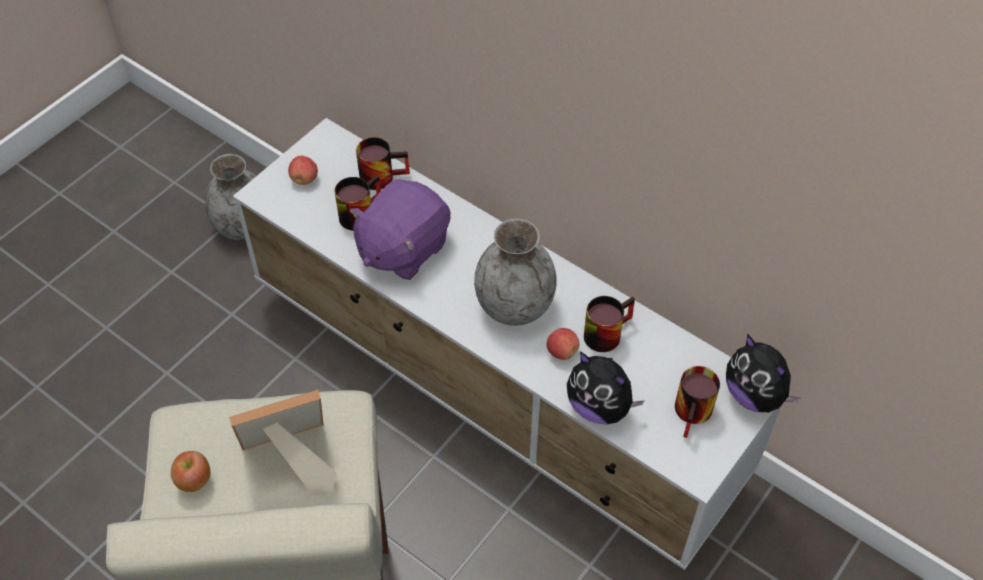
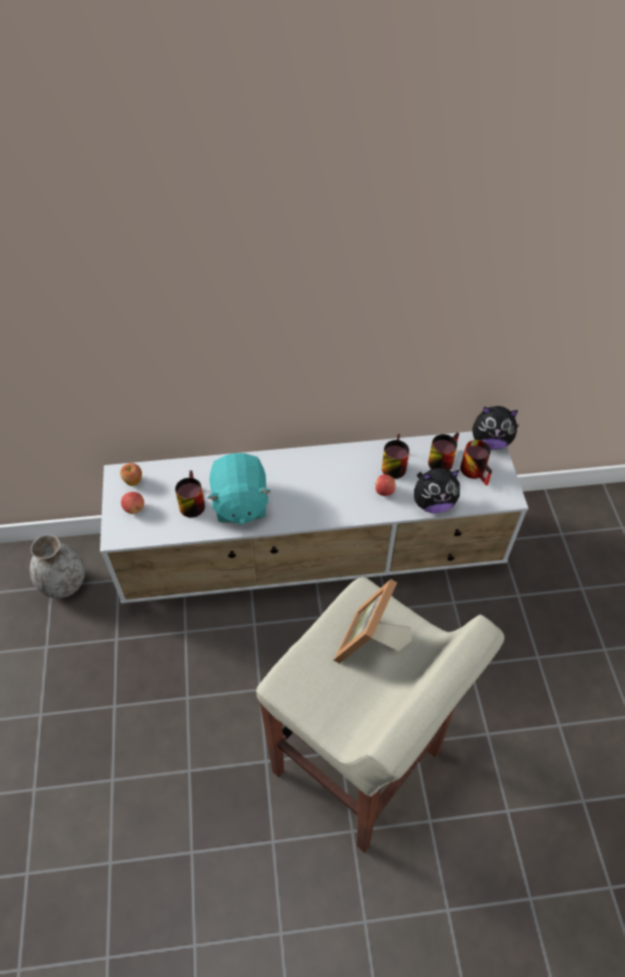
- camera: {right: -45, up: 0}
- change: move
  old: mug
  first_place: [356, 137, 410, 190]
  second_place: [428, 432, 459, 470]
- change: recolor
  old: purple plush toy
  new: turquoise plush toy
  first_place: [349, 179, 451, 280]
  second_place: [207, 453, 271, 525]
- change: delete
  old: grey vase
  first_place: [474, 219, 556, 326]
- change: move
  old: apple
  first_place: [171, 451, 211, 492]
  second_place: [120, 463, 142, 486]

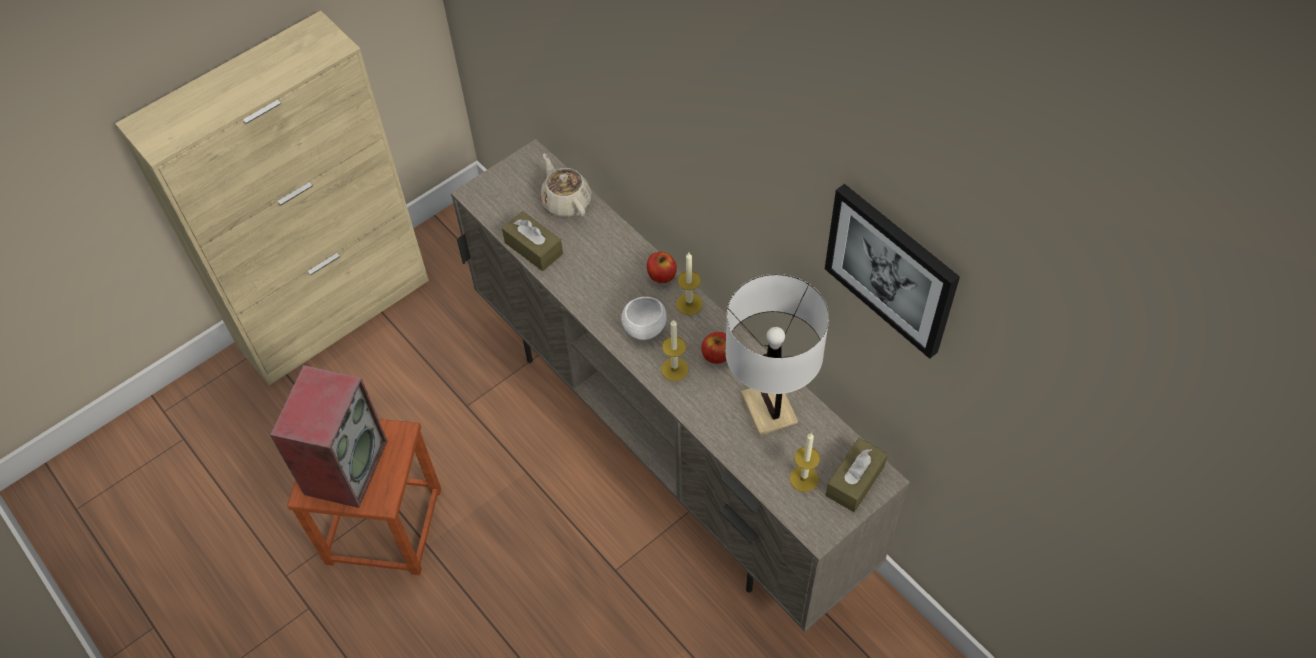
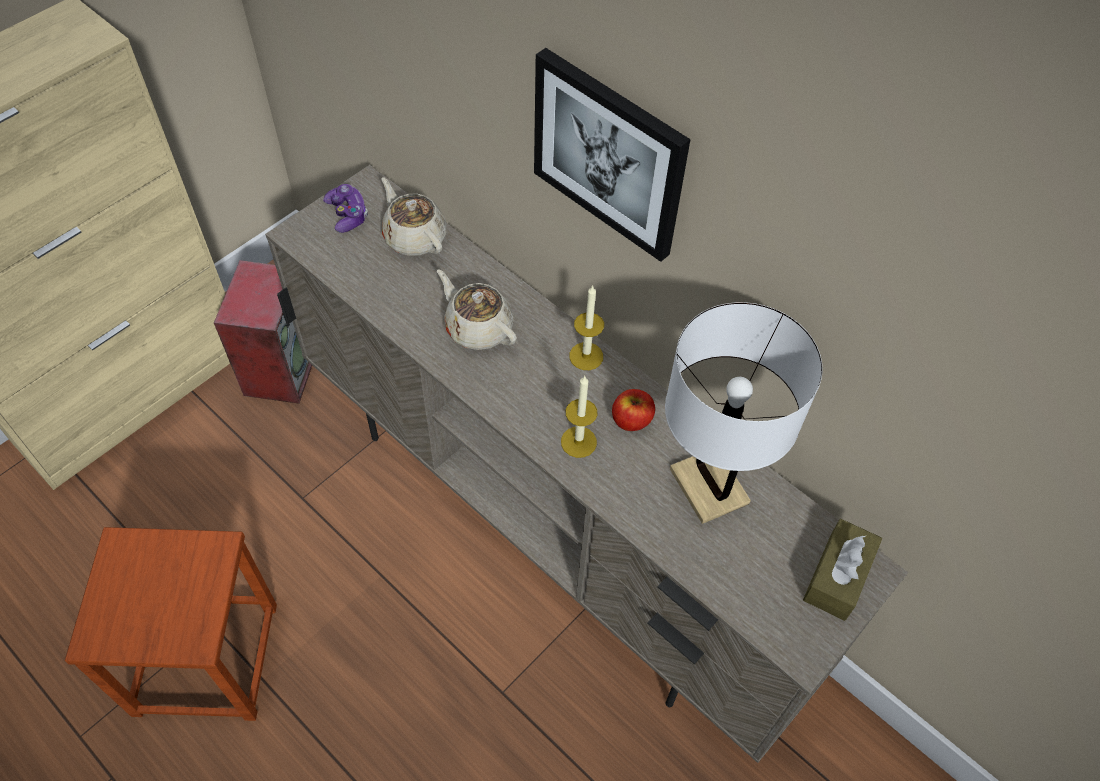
- camera: {right: -10, up: 0}
- change: move
  old: picture
  first_place: [825, 184, 960, 359]
  second_place: [534, 48, 691, 262]
- change: delete
  old: brown tissue box
  first_place: [502, 211, 563, 271]
- change: delete
  old: apple
  first_place: [647, 252, 677, 283]
- change: delete
  old: white bowl
  first_place: [621, 297, 667, 340]
- change: move
  old: speaker
  first_place: [270, 365, 387, 508]
  second_place: [214, 260, 312, 404]
- change: delete
  old: candle
  first_place: [789, 433, 820, 492]
- change: insert
  new: game controller
  second_place: [323, 184, 368, 233]
- change: insert
  new: beige teapot
  second_place: [437, 270, 517, 350]

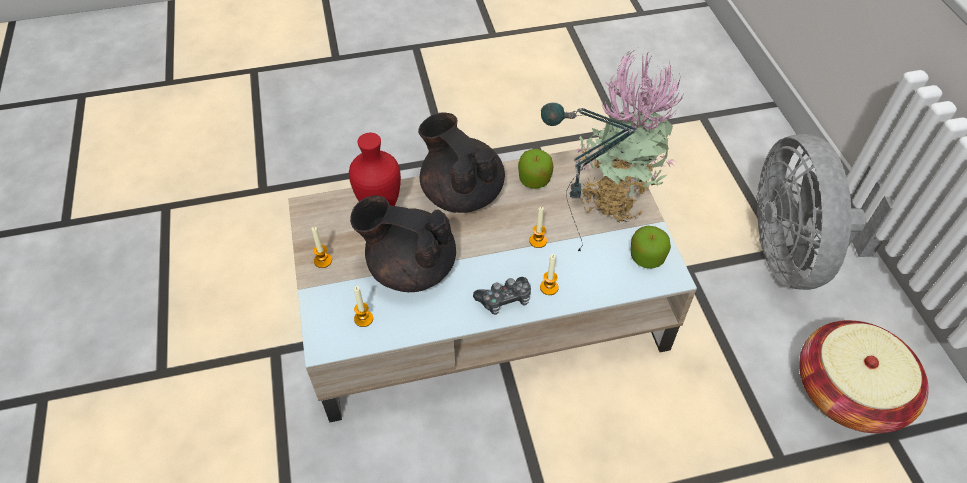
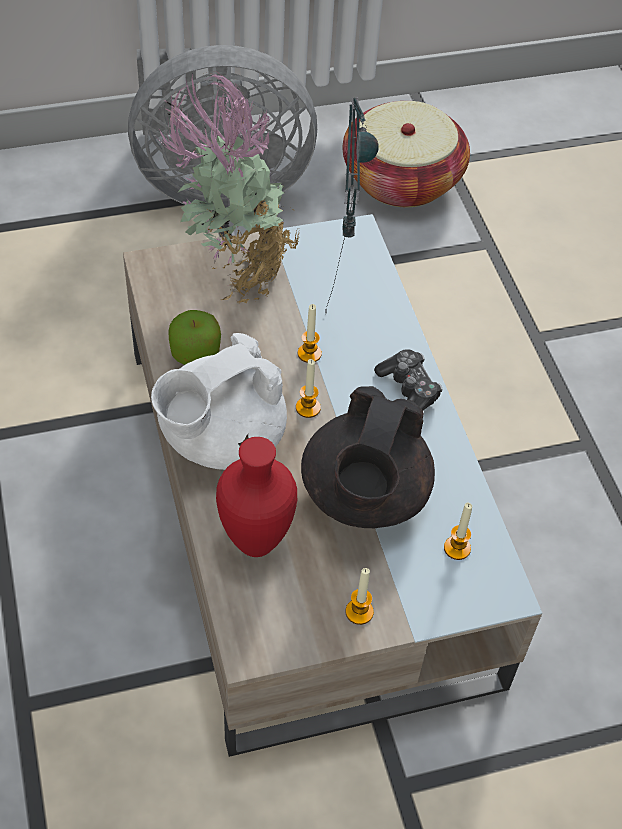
- camera: {right: -95, up: 0}
- change: recolor
  old: black teapot
  new: white teapot
  first_place: [418, 112, 505, 213]
  second_place: [151, 333, 287, 470]
- change: delete
  old: apple
  first_place: [631, 226, 671, 268]
- change: move
  old: candle
  first_place: [540, 254, 559, 295]
  second_place: [296, 359, 321, 418]

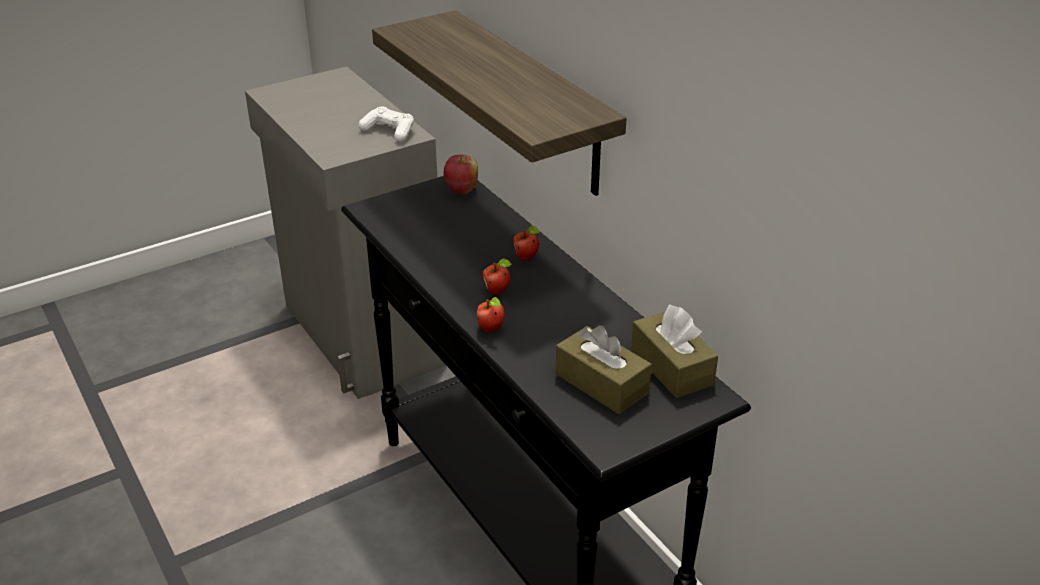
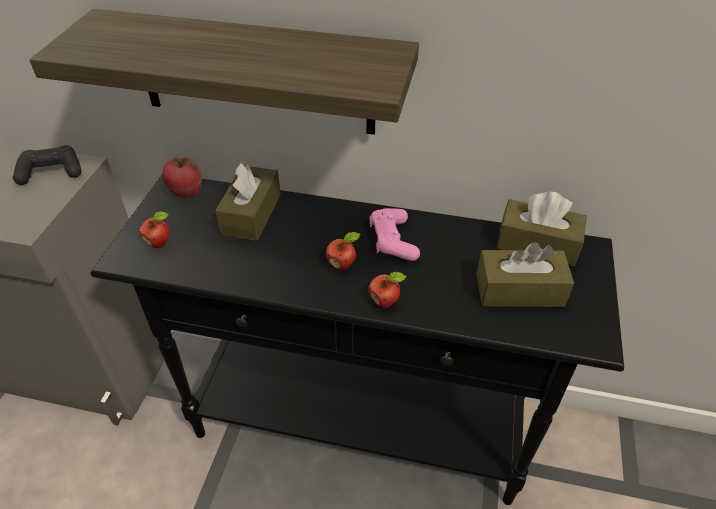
- camera: {right: -45, up: 10}
- change: recolor
  old: white game controller
  new: black game controller
  first_place: [358, 107, 414, 142]
  second_place: [13, 145, 82, 185]
- change: move
  old: apple
  first_place: [513, 226, 540, 261]
  second_place: [139, 211, 170, 248]
- change: insert
  new: brown tissue box
  second_place: [215, 161, 281, 241]
- change: insert
  new: pink game controller
  second_place: [369, 208, 420, 261]

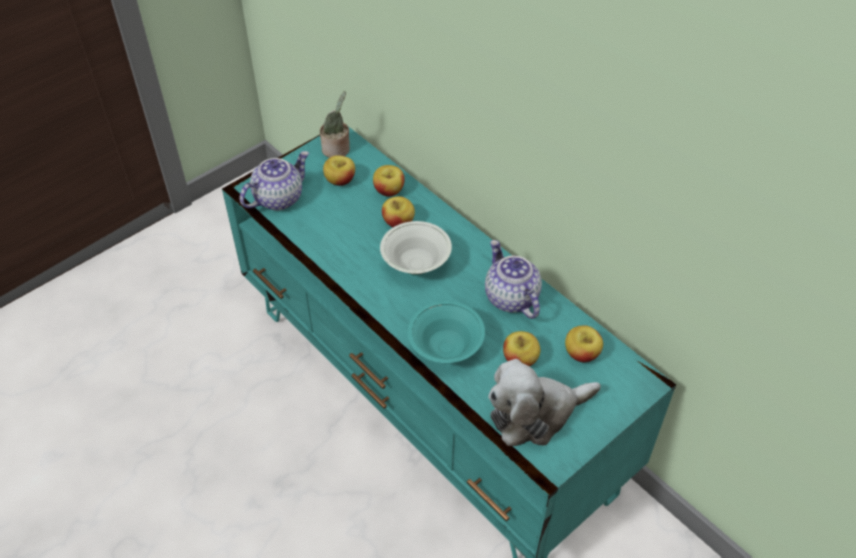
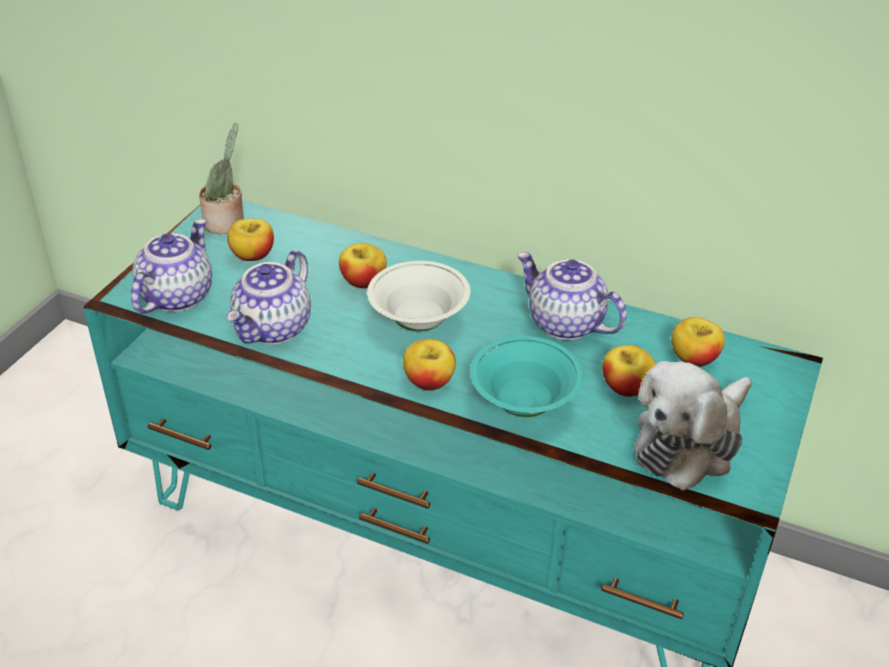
- camera: {right: -25, up: -10}
- change: move
  old: apple
  first_place: [373, 165, 405, 197]
  second_place: [403, 339, 456, 391]
- change: insert
  new: teapot
  second_place: [227, 250, 311, 344]

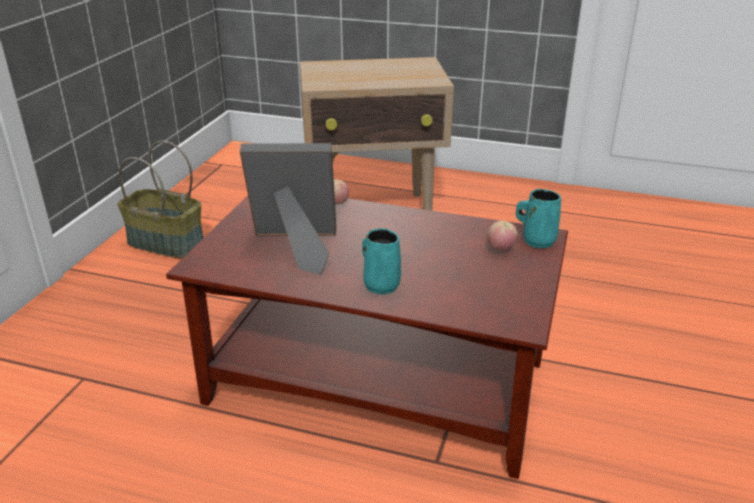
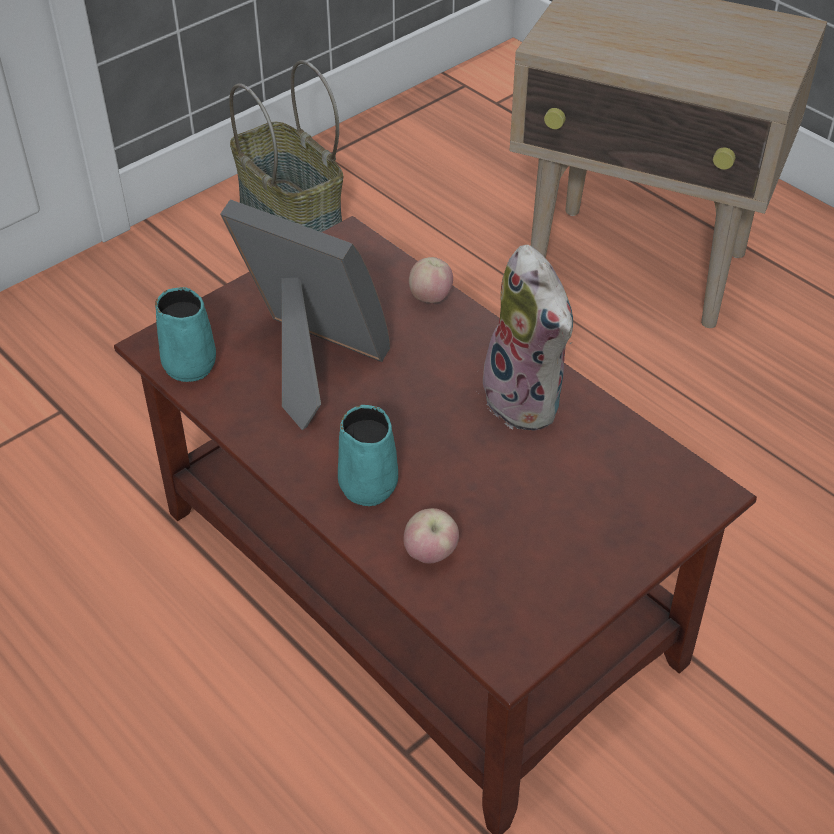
- camera: {right: 30, up: 15}
- change: move
  old: turquoise mug
  first_place: [516, 189, 561, 248]
  second_place: [155, 287, 216, 382]
- change: move
  old: apple
  first_place: [487, 221, 518, 251]
  second_place: [403, 508, 459, 563]
- change: insert
  new: plush toy
  second_place: [483, 245, 573, 431]

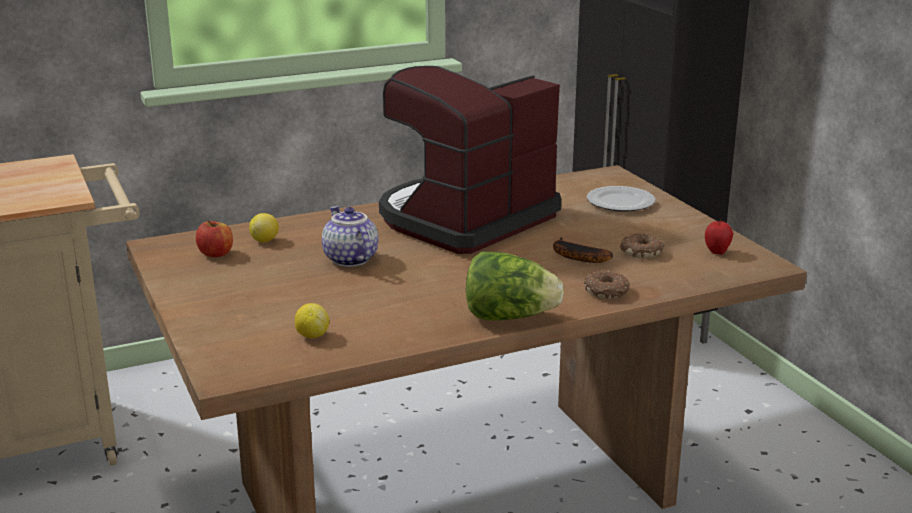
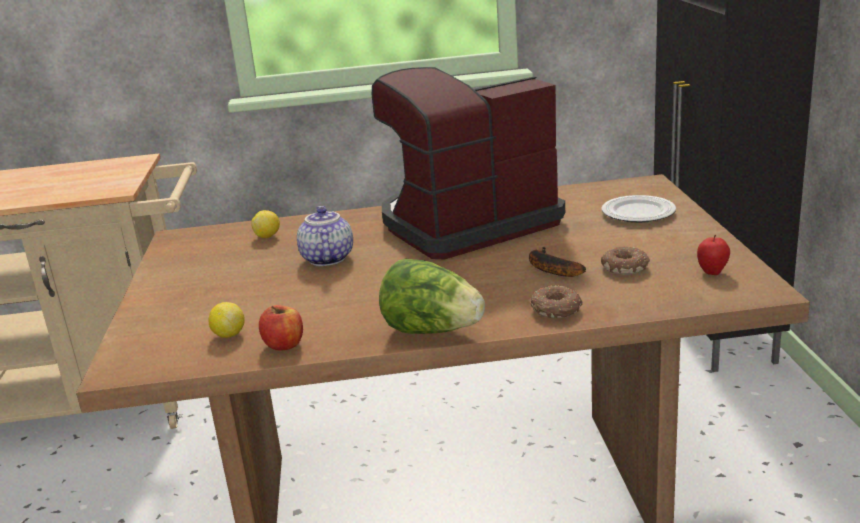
- camera: {right: 20, up: 0}
- change: move
  old: apple
  first_place: [196, 220, 233, 257]
  second_place: [259, 305, 303, 350]

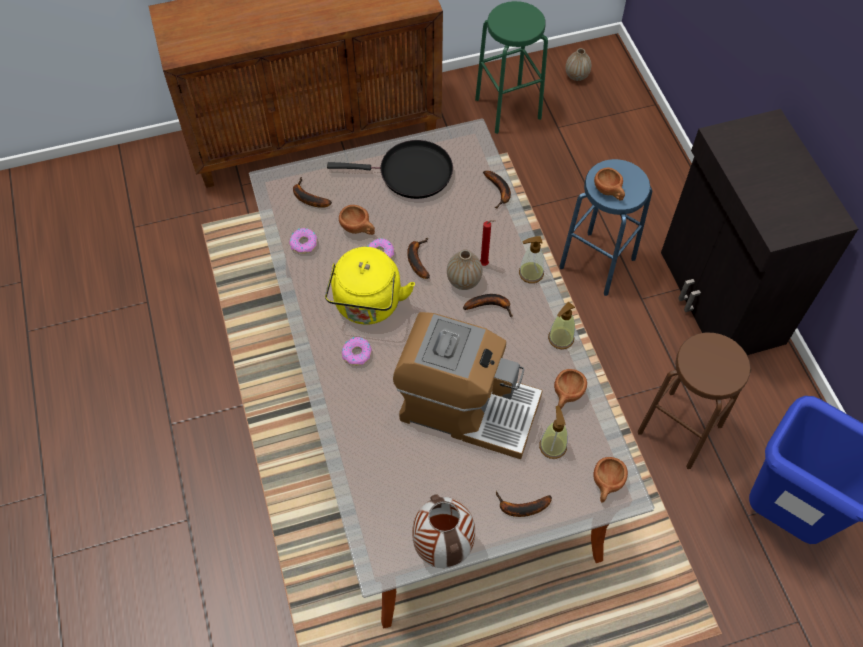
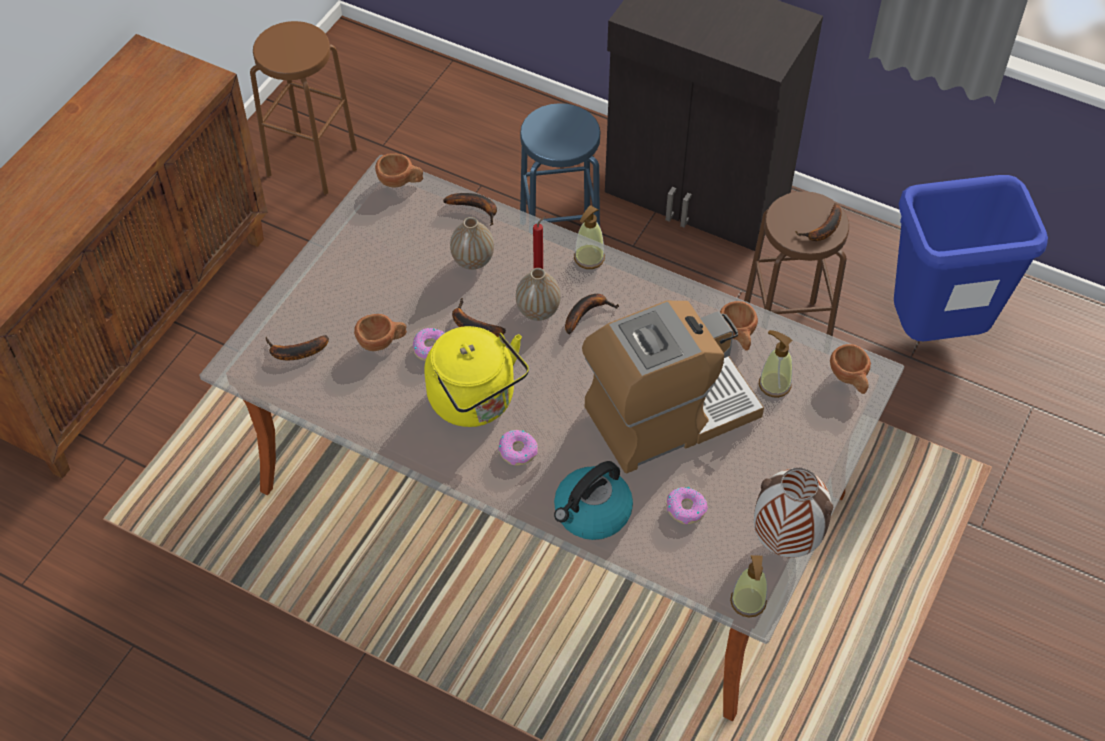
- camera: {right: -45, up: -5}
- change: recolor
  old: green stool
  new: brown stool
  first_place: [475, 1, 548, 134]
  second_place: [250, 21, 357, 195]
- change: move
  old: vase
  first_place: [566, 48, 591, 81]
  second_place: [450, 217, 494, 270]
- change: delete
  old: black frying pan
  first_place: [327, 140, 453, 199]
- change: move
  old: brown cup
  first_place: [594, 168, 625, 201]
  second_place: [375, 153, 423, 187]
- change: move
  old: donut
  first_place: [289, 228, 317, 254]
  second_place: [667, 487, 708, 524]
- change: move
  old: soap dispenser
  first_place: [548, 302, 575, 349]
  second_place: [730, 555, 767, 618]
- change: move
  old: banana
  first_place: [496, 491, 552, 517]
  second_place: [795, 203, 842, 241]
- change: insert
  new: kettle
  second_place: [554, 461, 633, 540]

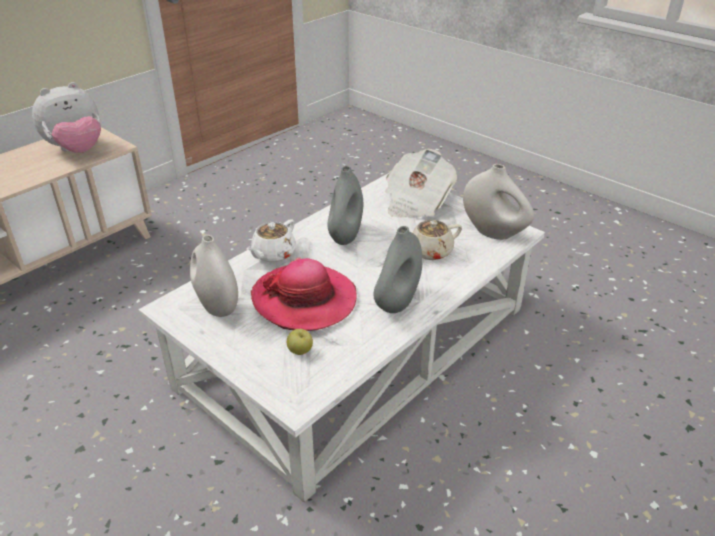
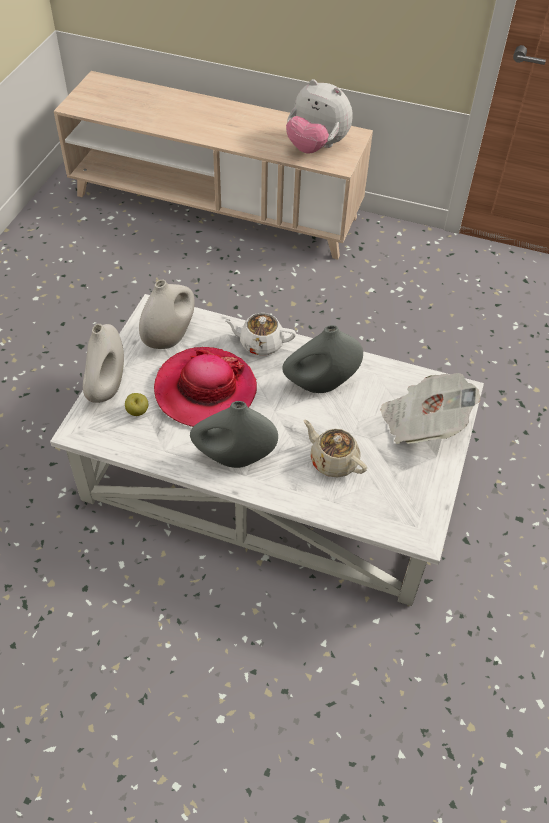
- camera: {right: 65, up: 15}
- change: move
  old: white vase
  first_place: [463, 164, 534, 240]
  second_place: [83, 324, 124, 403]

